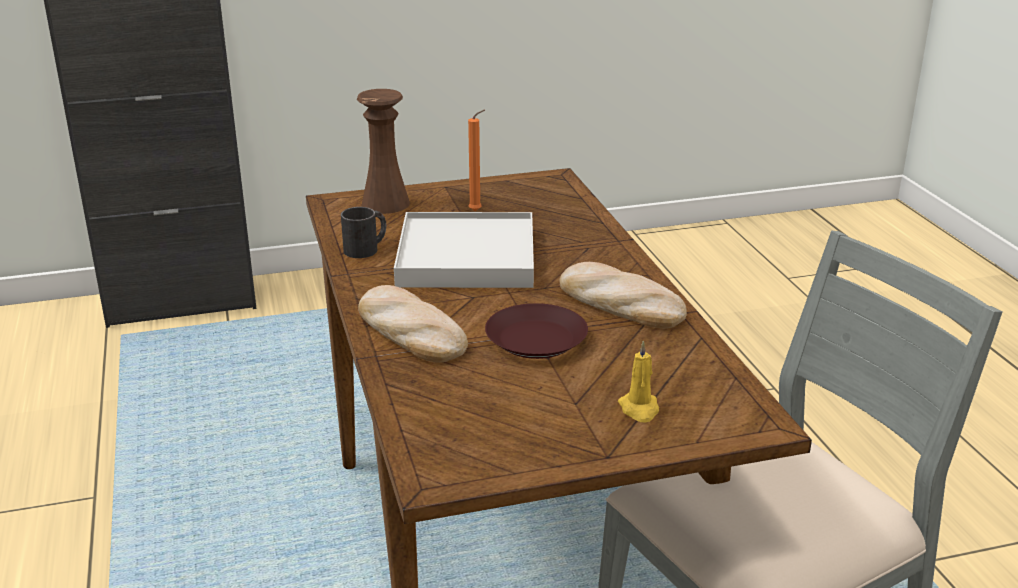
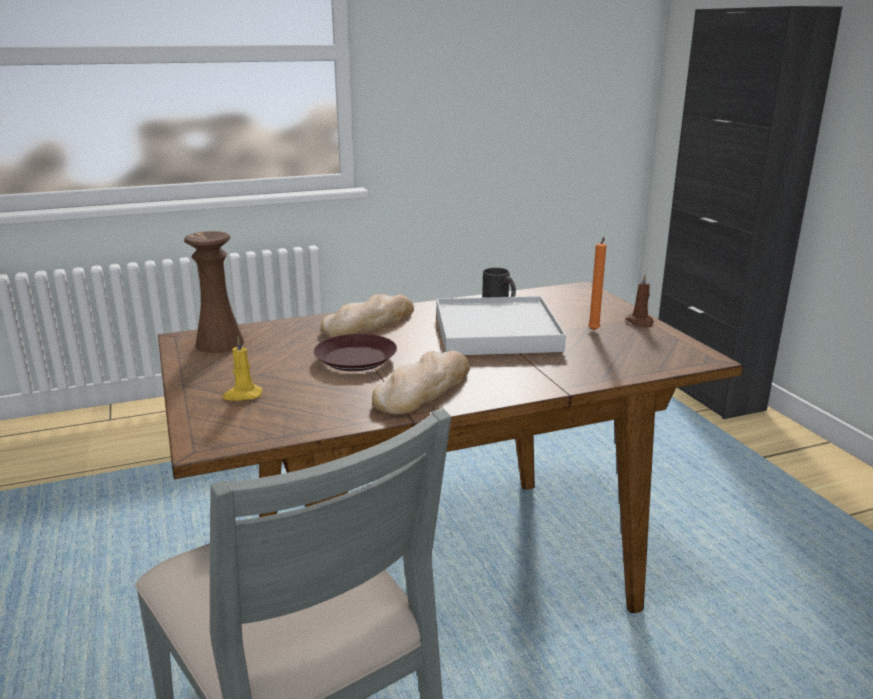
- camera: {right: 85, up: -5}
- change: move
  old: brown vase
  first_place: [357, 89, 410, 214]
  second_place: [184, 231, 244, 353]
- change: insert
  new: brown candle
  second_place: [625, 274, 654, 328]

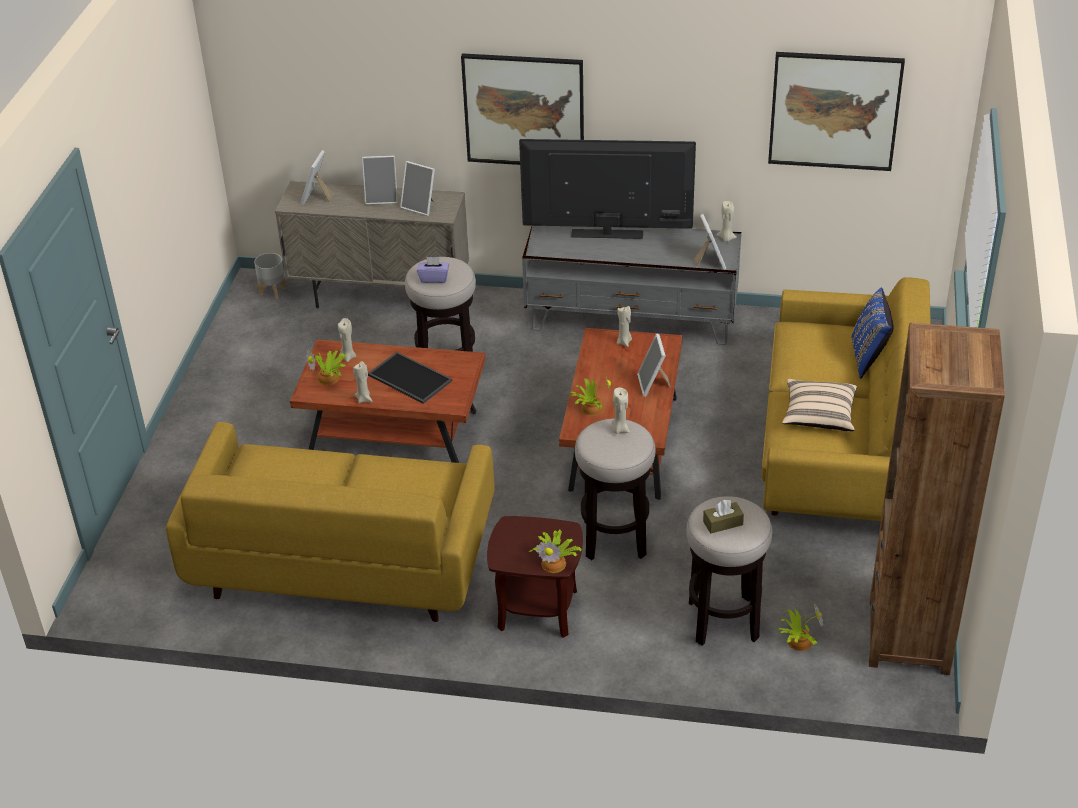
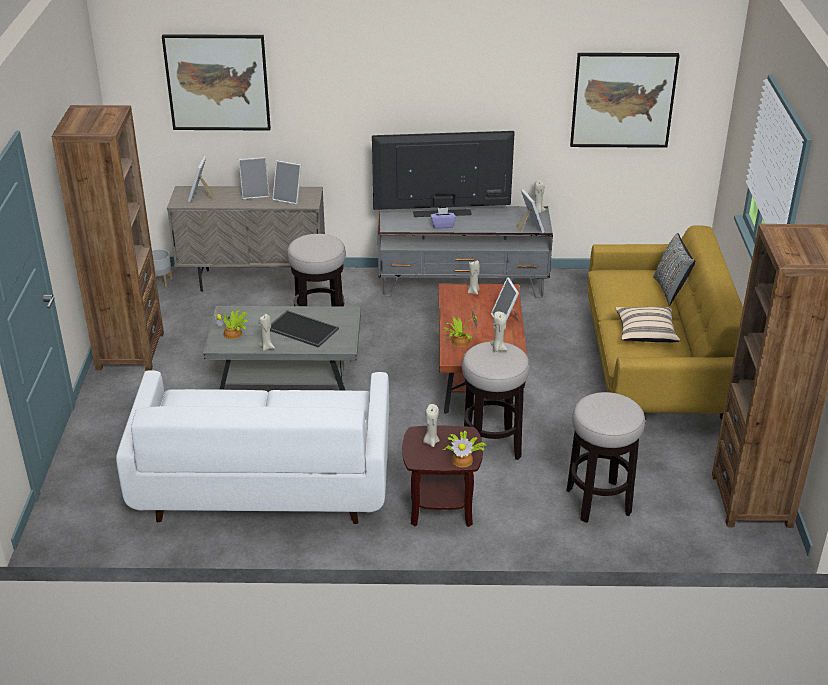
- camera: {right: -10, up: -5}
- change: move
  old: picture
  first_place: [461, 53, 584, 165]
  second_place: [162, 34, 271, 131]
- change: move
  old: purple tissue box
  first_place: [417, 257, 449, 283]
  second_place: [430, 208, 456, 229]
- change: recolor
  old: blue pillow
  new: grey pillow
  first_place: [852, 288, 894, 379]
  second_place: [653, 233, 695, 306]
- change: move
  old: beige candle
  first_place: [338, 318, 356, 362]
  second_place: [423, 404, 440, 447]
- change: recolor
  old: brown coffee table
  new: grey coffee table
  first_place: [290, 339, 485, 463]
  second_place: [203, 306, 361, 390]
- change: recolor
  old: yellow sofa
  new: white sofa
  first_place: [166, 422, 495, 622]
  second_place: [116, 370, 389, 524]
- change: delete
  old: brown tissue box
  first_place: [703, 500, 744, 534]
- change: delete
  old: potted plant
  first_place: [778, 604, 824, 651]
- change: insert
  new: brown bookcase
  second_place: [51, 105, 164, 371]

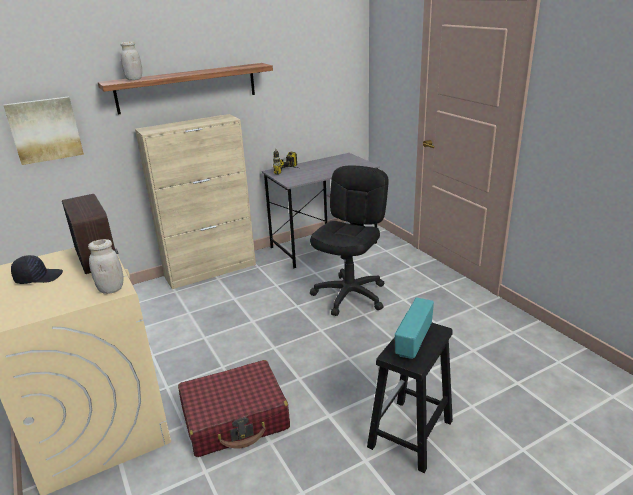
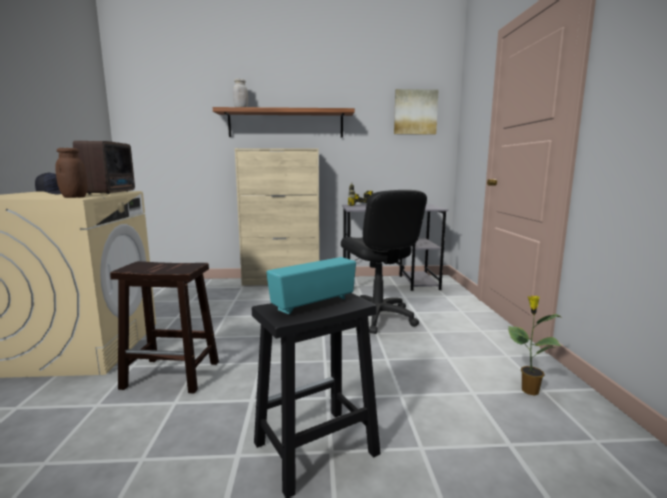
- camera: {right: 25, up: -15}
- change: move
  old: picture
  first_place: [3, 96, 84, 165]
  second_place: [394, 89, 439, 135]
- change: rotate
  old: black office chair
  first_place: [310, 166, 389, 316]
  second_place: [341, 190, 427, 334]
  degrees: 105
- change: recolor
  old: white jar
  new: brown jar
  first_place: [88, 239, 123, 294]
  second_place: [55, 148, 88, 198]
- change: replace
  old: red suitcase
  new: brown stool
  first_place: [178, 360, 290, 457]
  second_place: [110, 261, 219, 394]
- change: insert
  new: potted plant
  second_place: [508, 295, 561, 395]

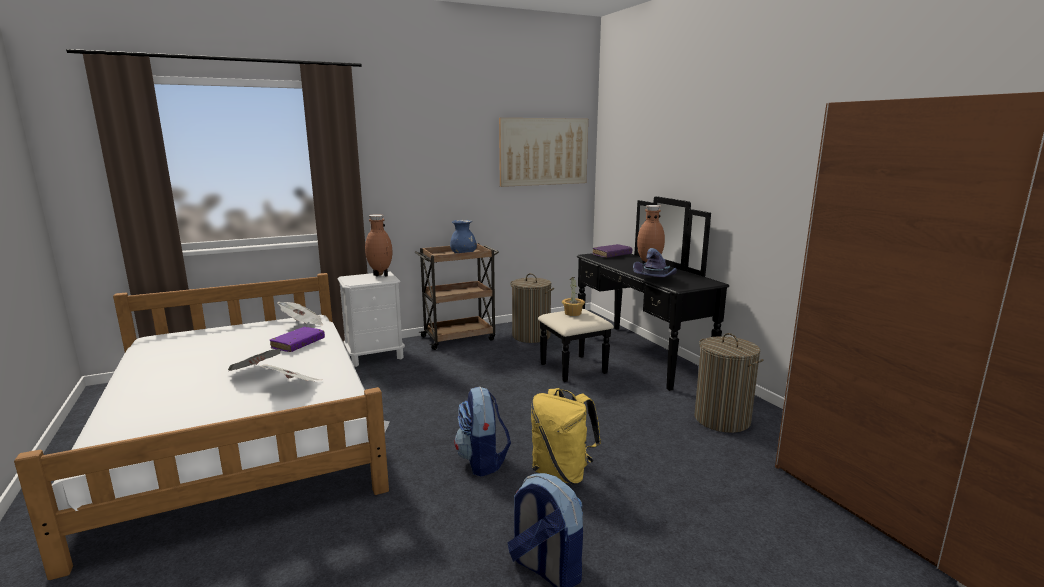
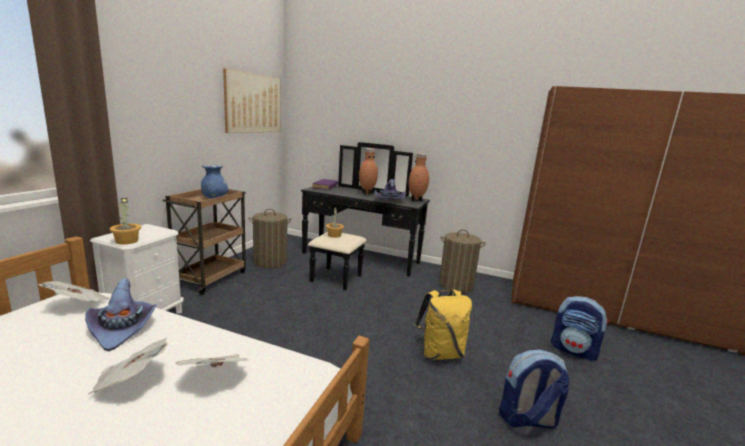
- camera: {right: -45, up: 0}
- change: move
  old: brown vase
  first_place: [365, 214, 392, 277]
  second_place: [409, 154, 429, 201]
- change: replace
  old: purple book
  new: purple hat
  first_place: [269, 327, 325, 352]
  second_place: [85, 278, 157, 351]
- change: move
  old: backpack
  first_place: [454, 387, 511, 476]
  second_place: [551, 296, 609, 361]
- change: insert
  new: potted plant
  second_place: [110, 198, 141, 245]

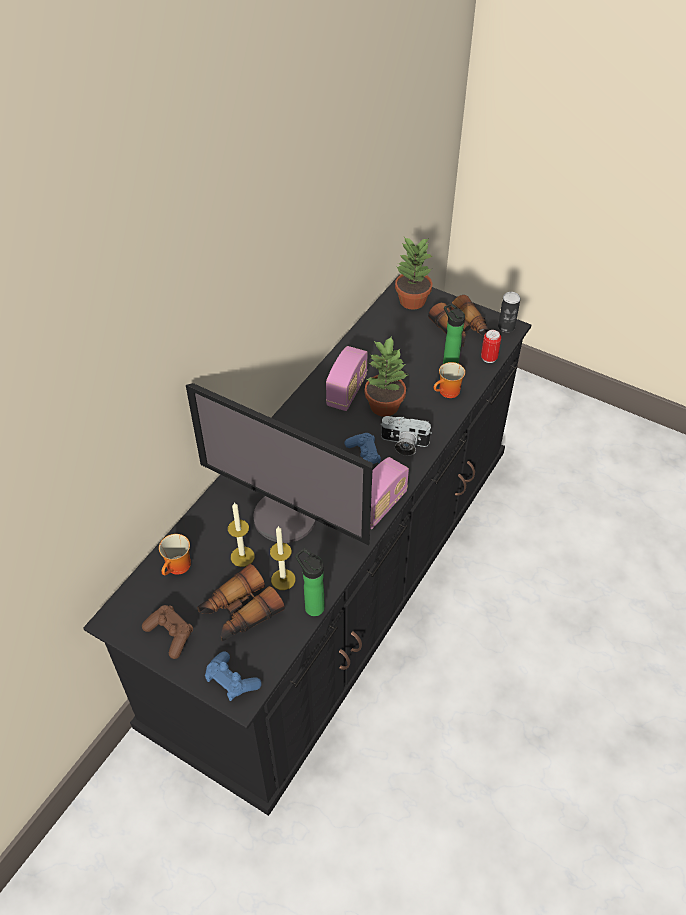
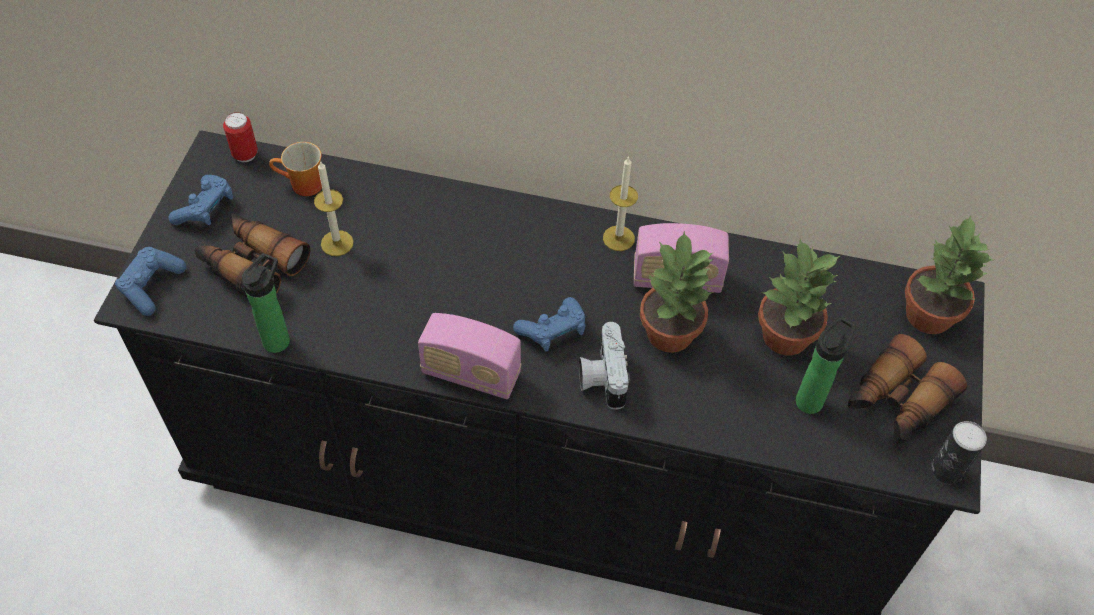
- camera: {right: 70, up: 5}
- change: move
  old: can
  first_place: [481, 330, 501, 363]
  second_place: [223, 112, 258, 162]
- change: delete
  old: mug
  first_place: [434, 362, 465, 398]
- change: delete
  old: monitor
  first_place: [186, 383, 373, 545]
- change: move
  old: candle
  first_place: [270, 526, 296, 590]
  second_place: [603, 156, 638, 251]
- change: recolor
  old: brown game controller
  new: blue game controller
  first_place: [142, 605, 193, 659]
  second_place: [168, 175, 233, 225]
- change: insert
  new: potted plant
  second_place: [758, 239, 840, 355]

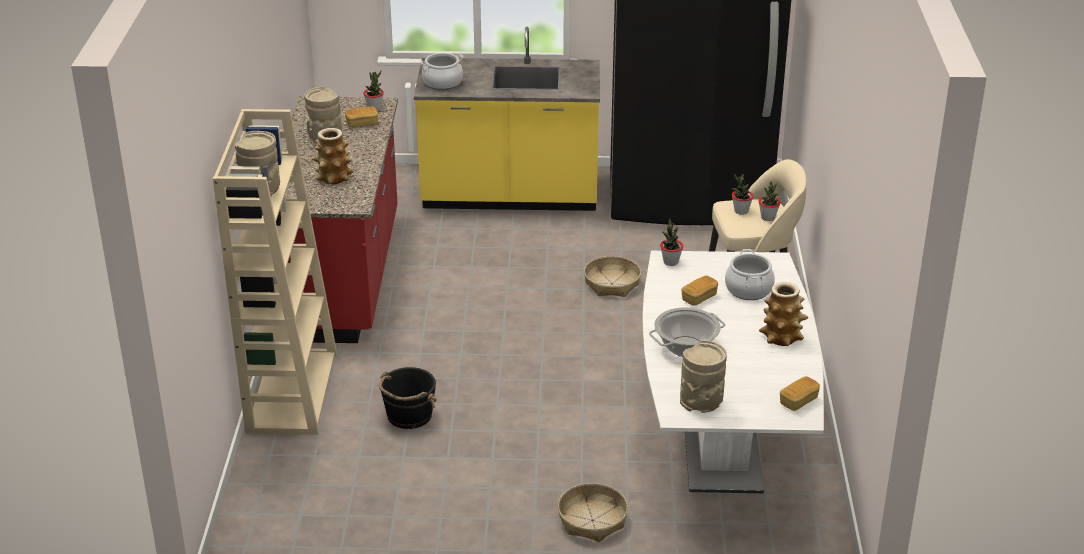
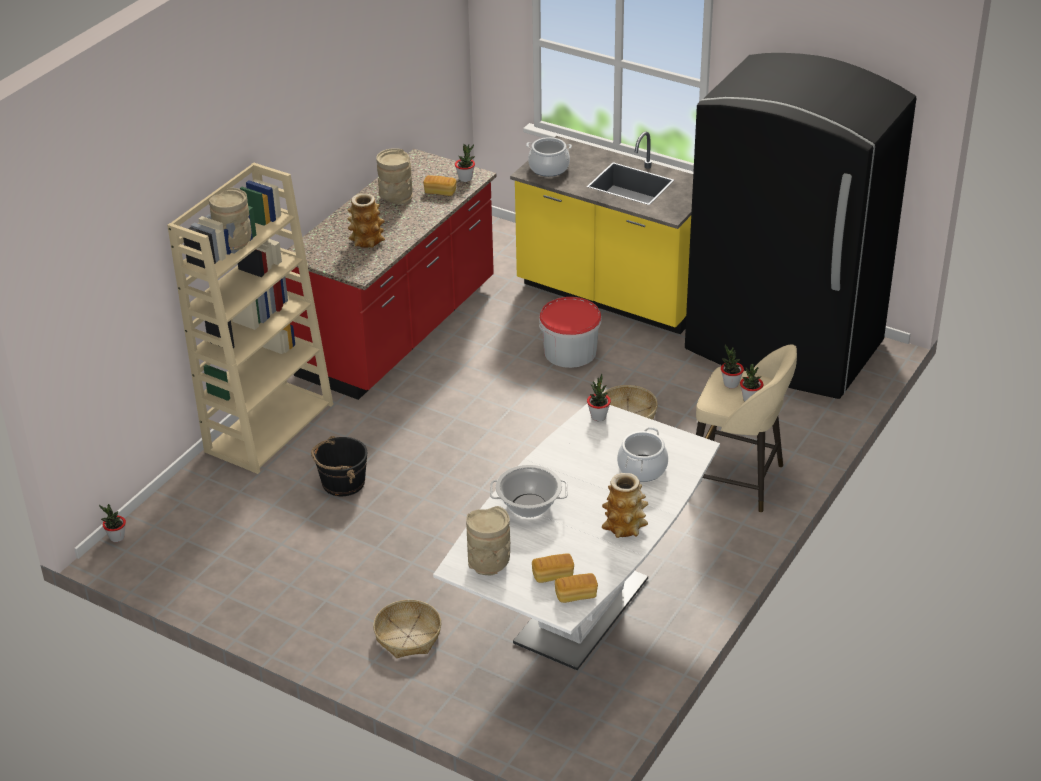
- camera: {right: 30, up: 5}
- change: move
  old: bread
  first_place: [681, 275, 718, 306]
  second_place: [532, 553, 574, 583]
- change: insert
  new: bucket
  second_place: [539, 297, 601, 368]
- change: insert
  new: potted plant
  second_place: [99, 504, 126, 542]

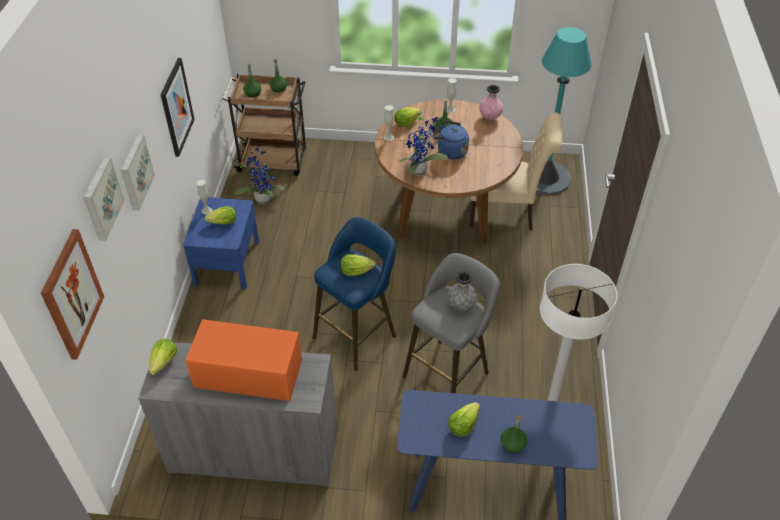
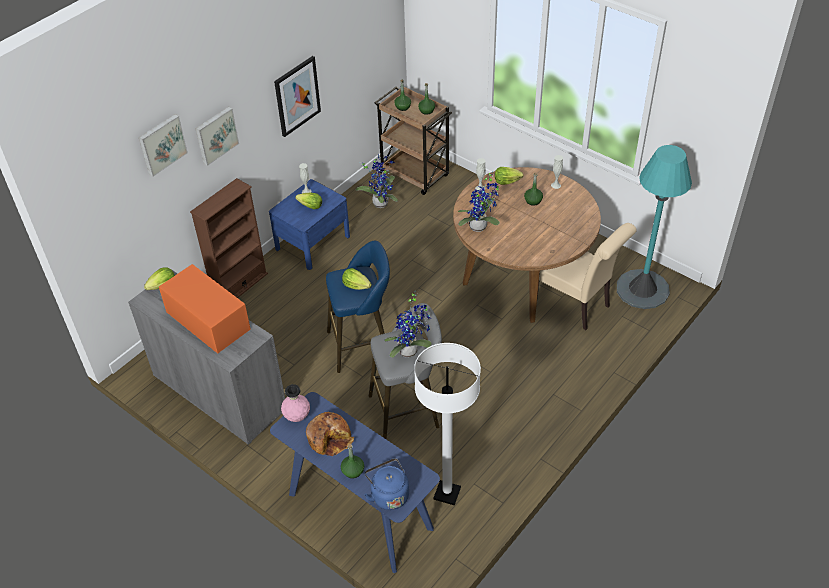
- camera: {right: 35, up: 0}
- change: move
  old: pink vase
  first_place: [480, 85, 503, 120]
  second_place: [281, 384, 310, 422]
- change: move
  old: blue kettle
  first_place: [433, 121, 469, 160]
  second_place: [364, 458, 409, 510]
- change: delete
  old: picture
  first_place: [41, 229, 104, 360]
- change: replace
  old: grey vase
  new: potted plant
  first_place: [448, 271, 477, 311]
  second_place: [384, 293, 431, 358]
- change: replace
  old: lettuce
  new: bread
  first_place: [448, 402, 480, 437]
  second_place: [306, 412, 355, 456]
- change: insert
  new: brown bookcase
  second_place: [190, 178, 268, 298]

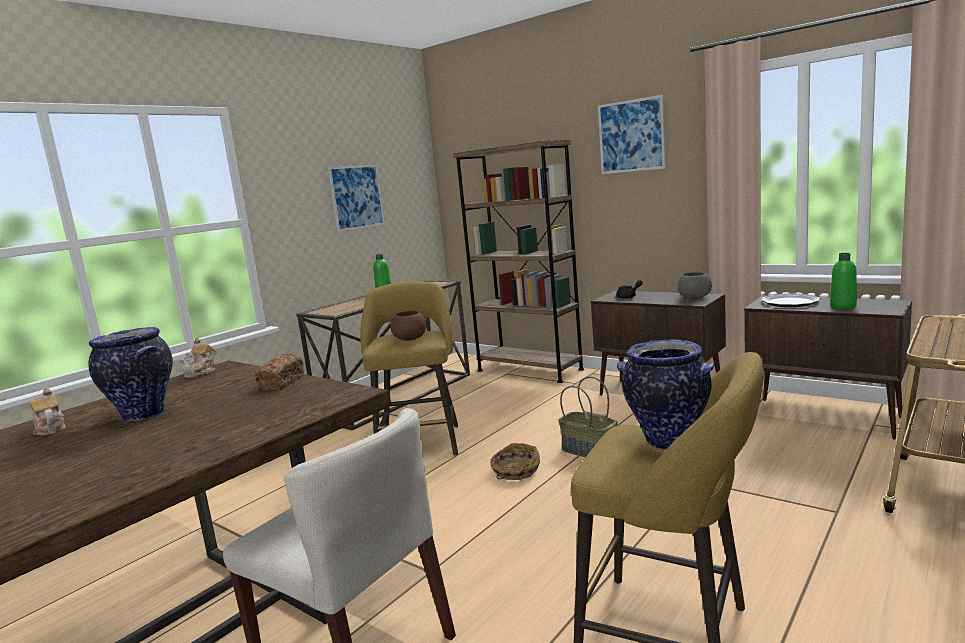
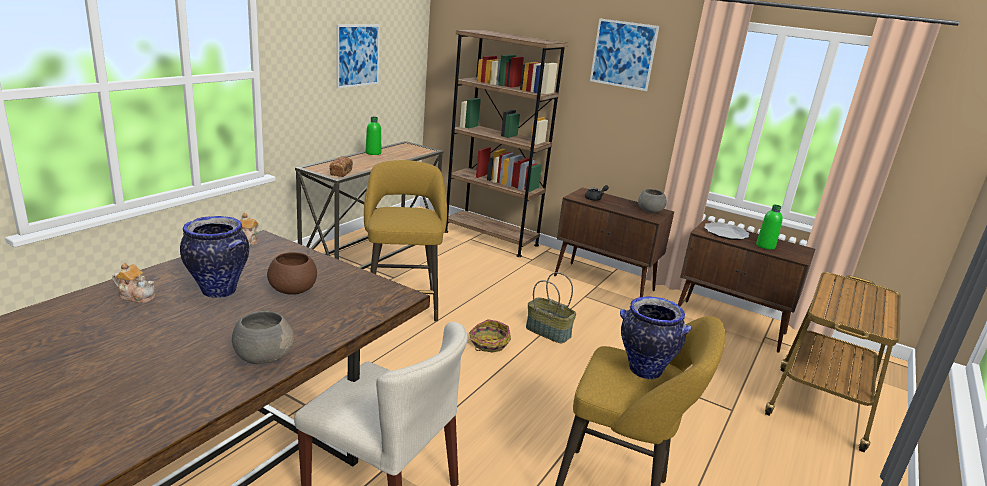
- camera: {right: -10, up: 10}
- change: move
  old: brown bowl
  first_place: [390, 311, 426, 341]
  second_place: [267, 252, 317, 295]
- change: move
  old: bread
  first_place: [255, 353, 304, 391]
  second_place: [330, 156, 353, 177]
- change: rotate
  old: teapot
  first_place: [30, 388, 66, 435]
  second_place: [112, 263, 155, 303]
  degrees: 150
- change: insert
  new: grey bowl
  second_place: [232, 311, 294, 364]

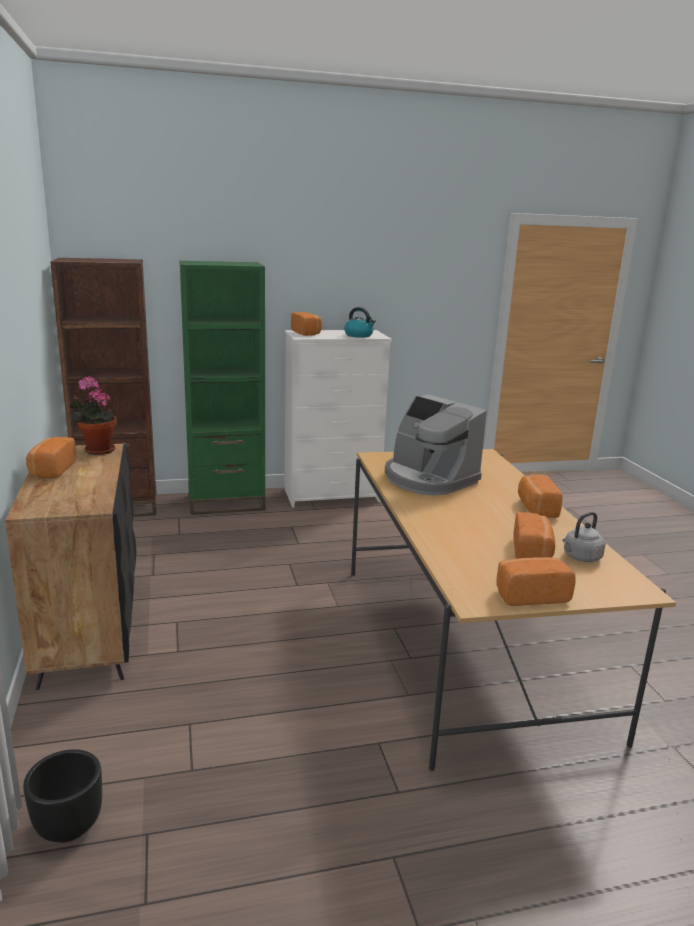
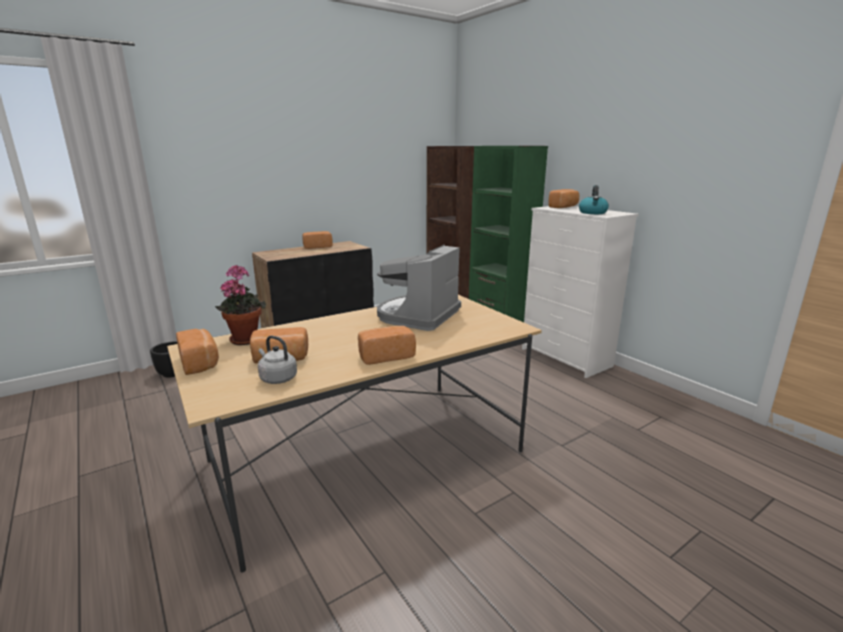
- camera: {right: 70, up: 0}
- change: move
  old: potted plant
  first_place: [70, 376, 117, 455]
  second_place: [215, 265, 266, 345]

